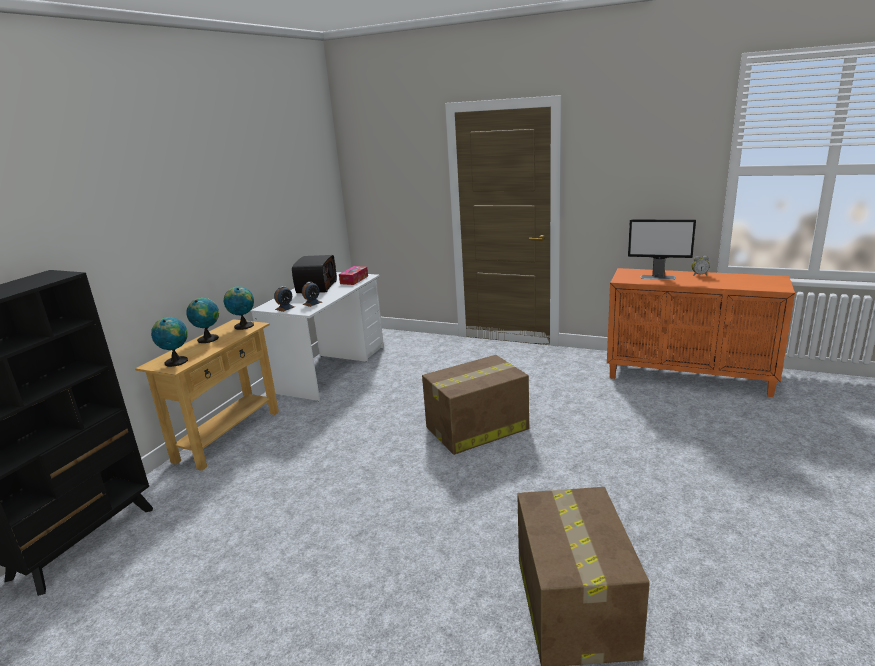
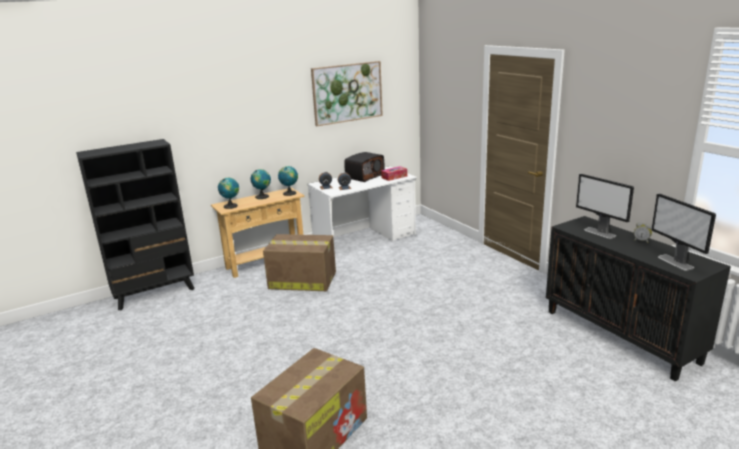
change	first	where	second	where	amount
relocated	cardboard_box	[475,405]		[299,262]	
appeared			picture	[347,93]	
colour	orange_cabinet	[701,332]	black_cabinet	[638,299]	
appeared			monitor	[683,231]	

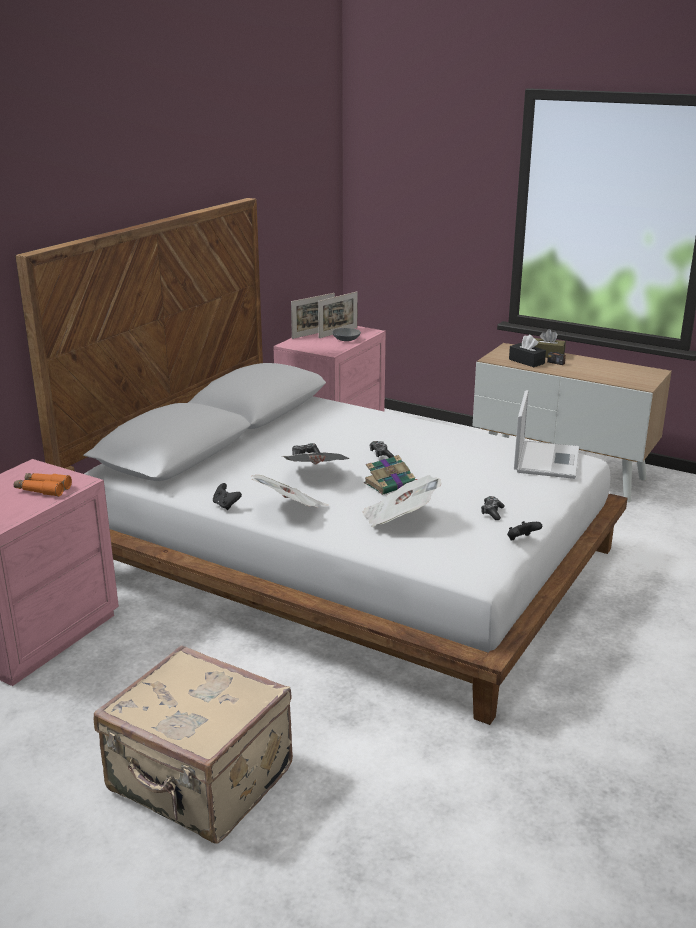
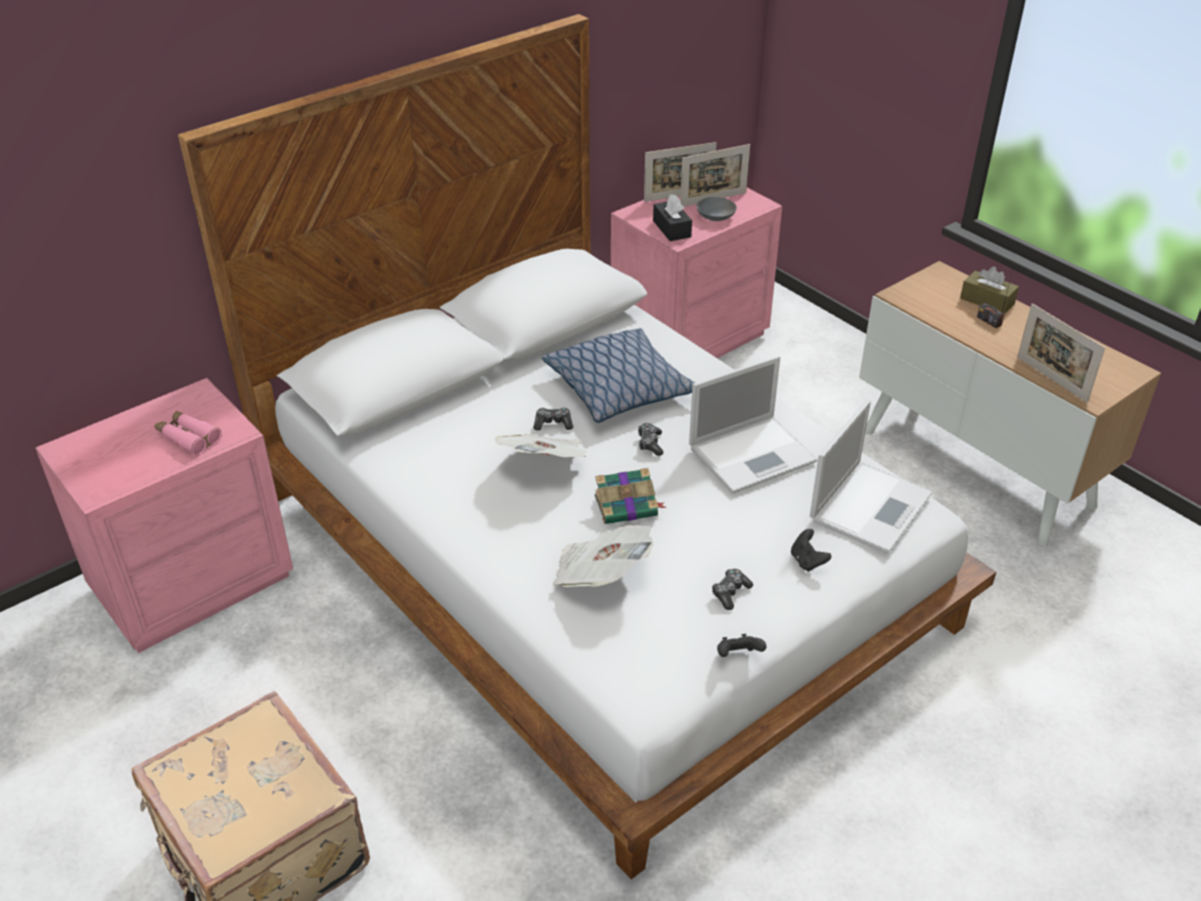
change	first	where	second	where	amount
colour	orange_binoculars	[43,485]	pink_binoculars	[188,433]	
appeared			pillow	[618,375]	
relocated	black_tissue_box	[527,351]		[672,217]	
appeared			laptop	[753,425]	
relocated	black_game_controller	[227,496]		[811,550]	
appeared			picture_frame	[1061,352]	
missing	newspaper	[290,491]			

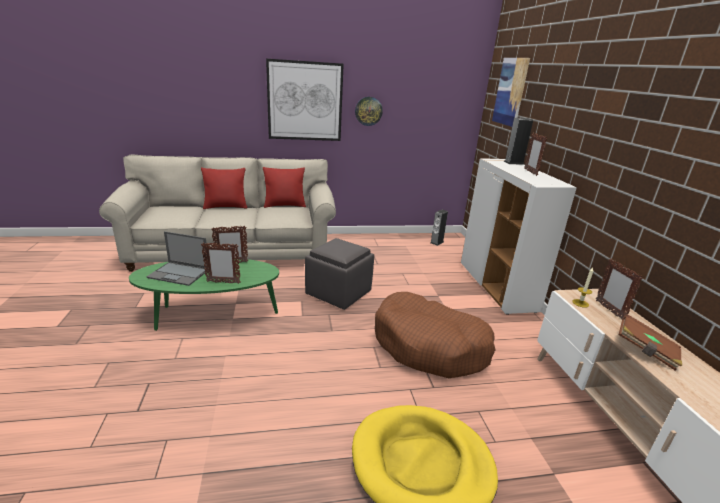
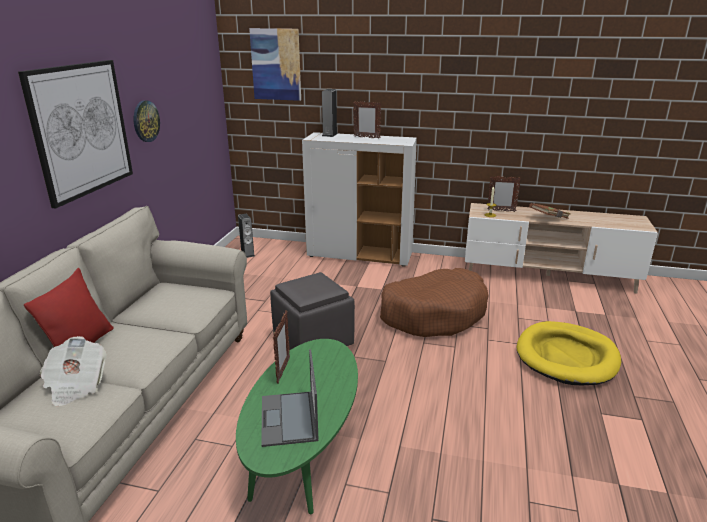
change	first	where	second	where	amount
appeared			newspaper	[73,371]	
spun	laptop	[177,258]		[289,398]	135 degrees clockwise
missing	picture_frame	[221,263]			
missing	red_pillow	[284,187]			

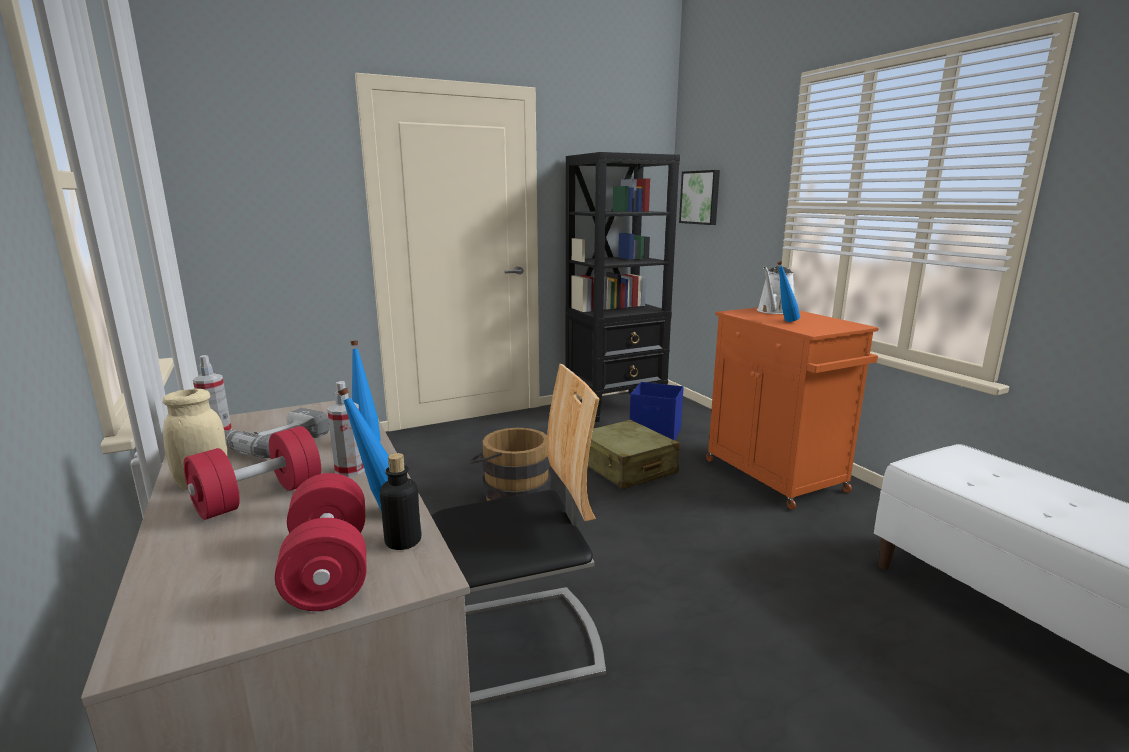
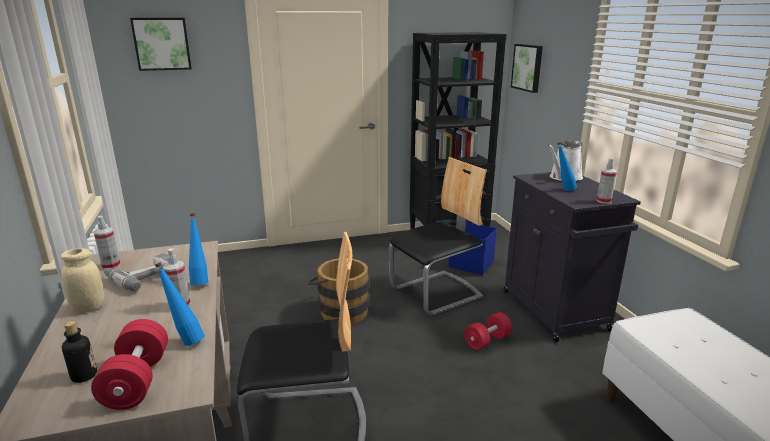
change	first	where	second	where	amount
relocated	bottle	[400,501]		[79,352]	
appeared			picture	[161,44]	
exchanged	beige_suitcase	[634,454]	chair	[438,236]	
relocated	red_dumbbell	[252,473]		[488,331]	
colour	orange_cabinet	[792,408]	black_cabinet	[572,257]	
appeared			spray_bottle	[607,181]	

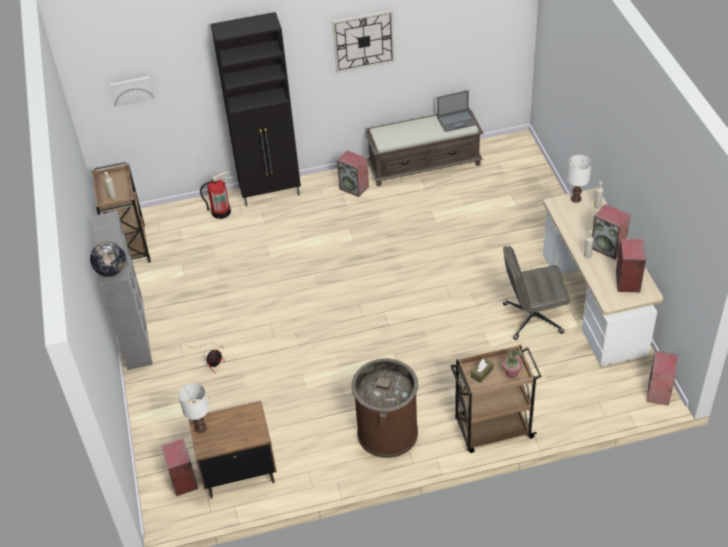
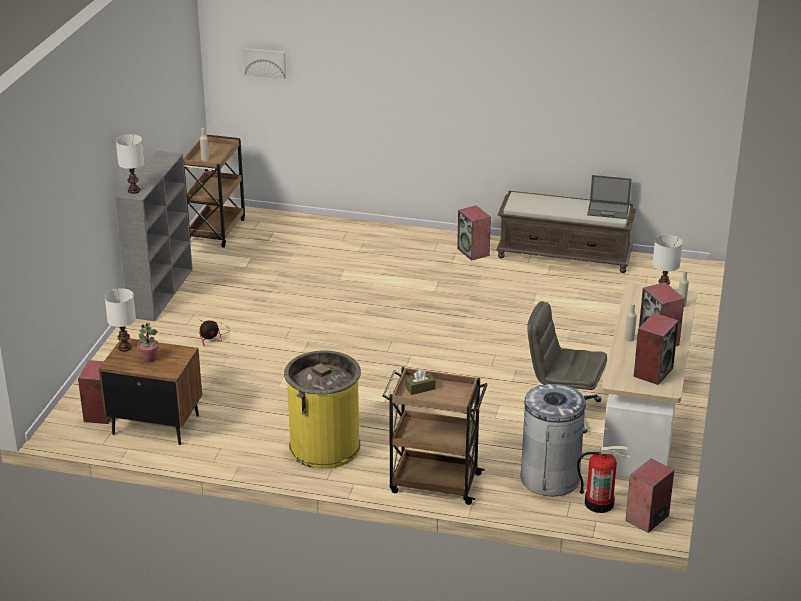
change	first	where	second	where	amount
exchanged	globe	[108,259]	white_table_lamp	[130,164]	
relocated	potted_plant	[512,362]		[148,342]	
colour	brown_trash_can	[384,408]	yellow_trash_can	[322,409]	
appeared			grey_trash_can	[553,440]	
relocated	fire_extinguisher	[216,195]		[603,479]	
missing	black_cabinet	[256,109]			
missing	wall_clock	[363,41]			

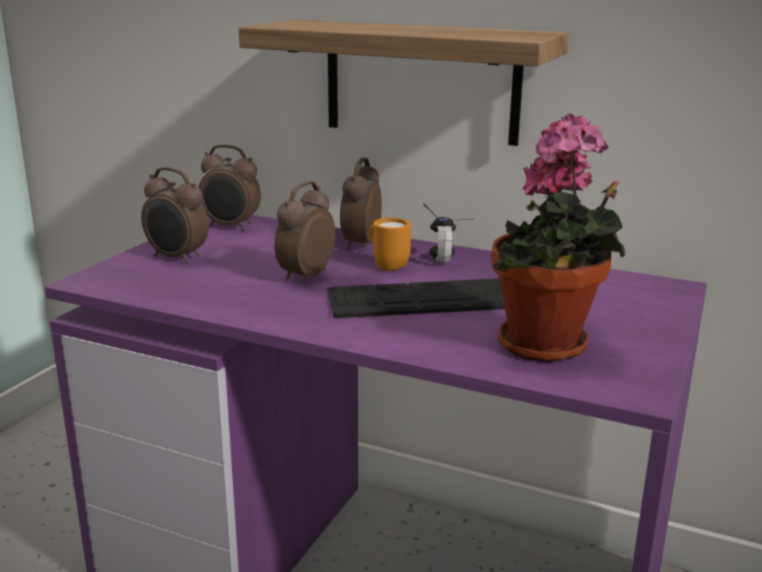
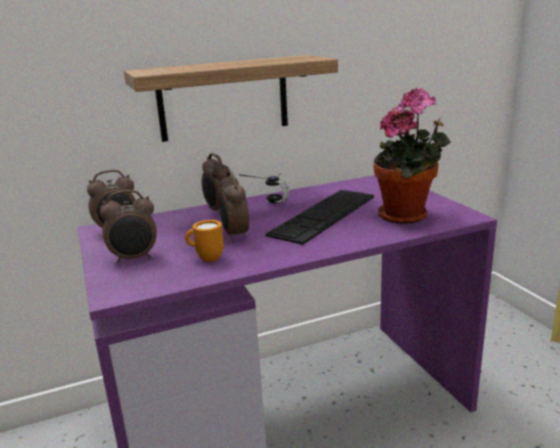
change	first	where	second	where	amount
relocated	orange_mug	[390,244]		[204,241]	

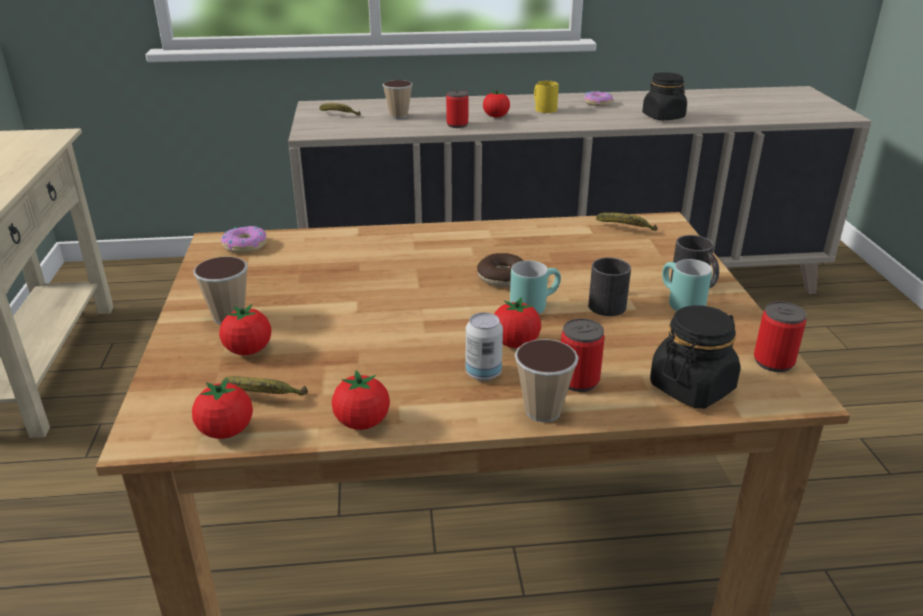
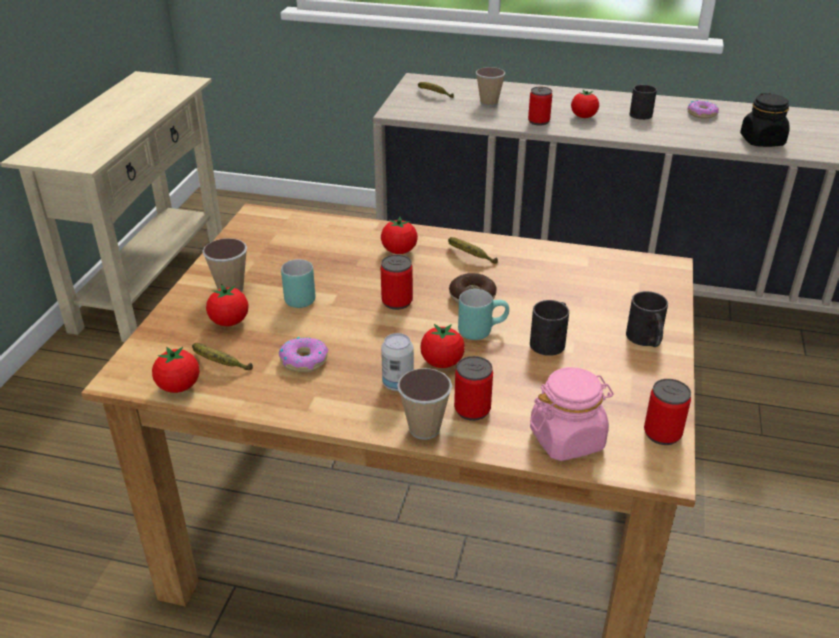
change	first	where	second	where	amount
relocated	donut	[244,239]		[303,354]	
relocated	turquoise_mug	[687,285]		[298,283]	
relocated	tomato	[361,400]		[399,235]	
appeared			can	[397,282]	
relocated	banana	[626,222]		[473,250]	
colour	black_jar	[695,356]	pink_jar	[572,414]	
colour	yellow_mug	[546,96]	black_mug	[643,102]	

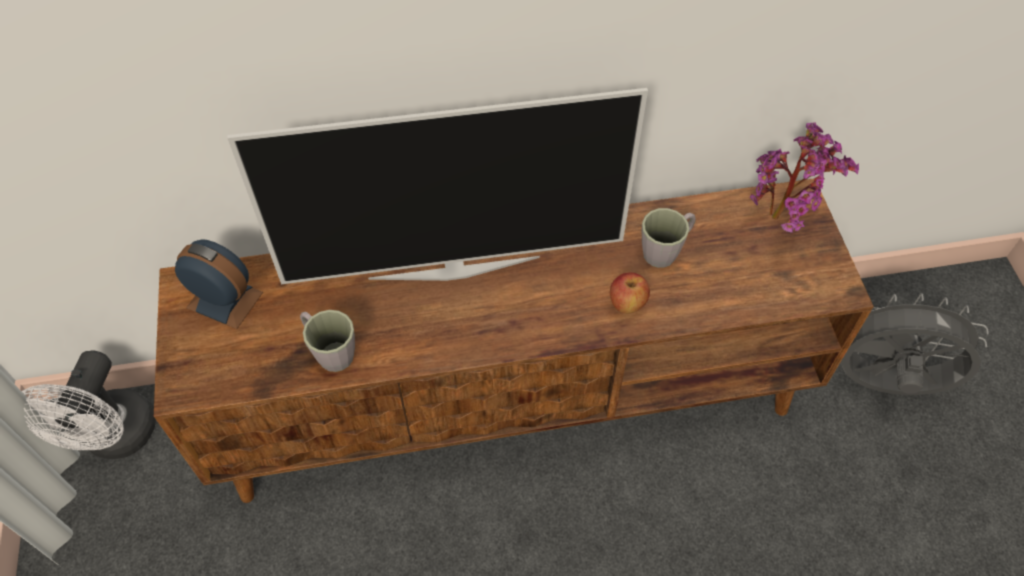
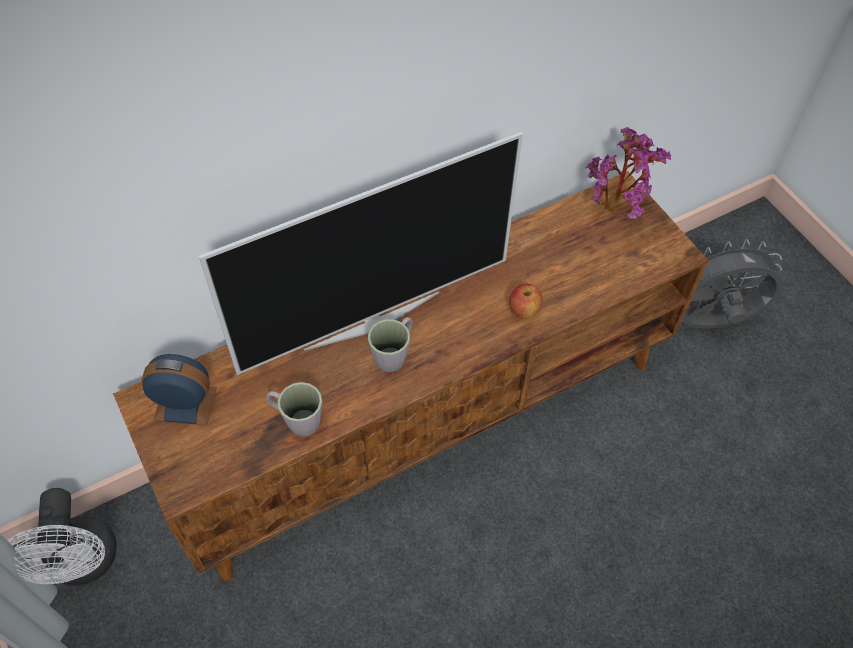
change	first	where	second	where	amount
relocated	grey_mug	[669,238]		[390,344]	

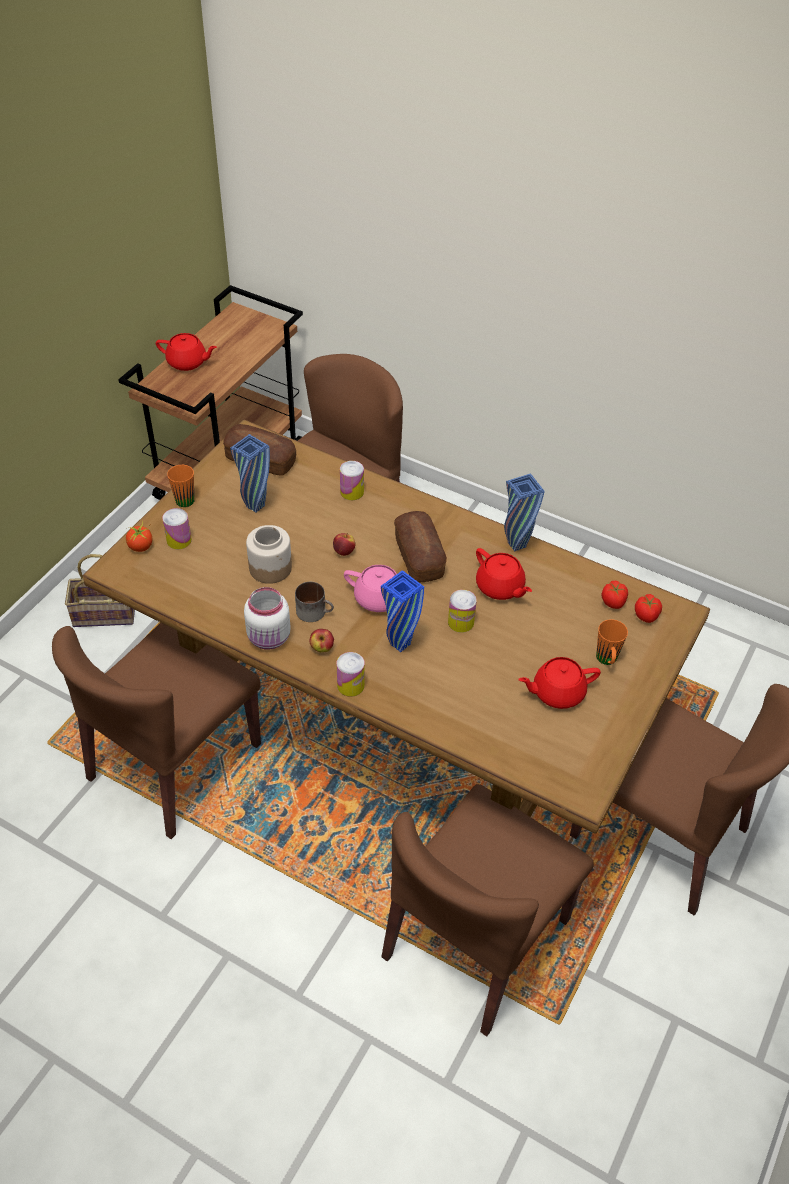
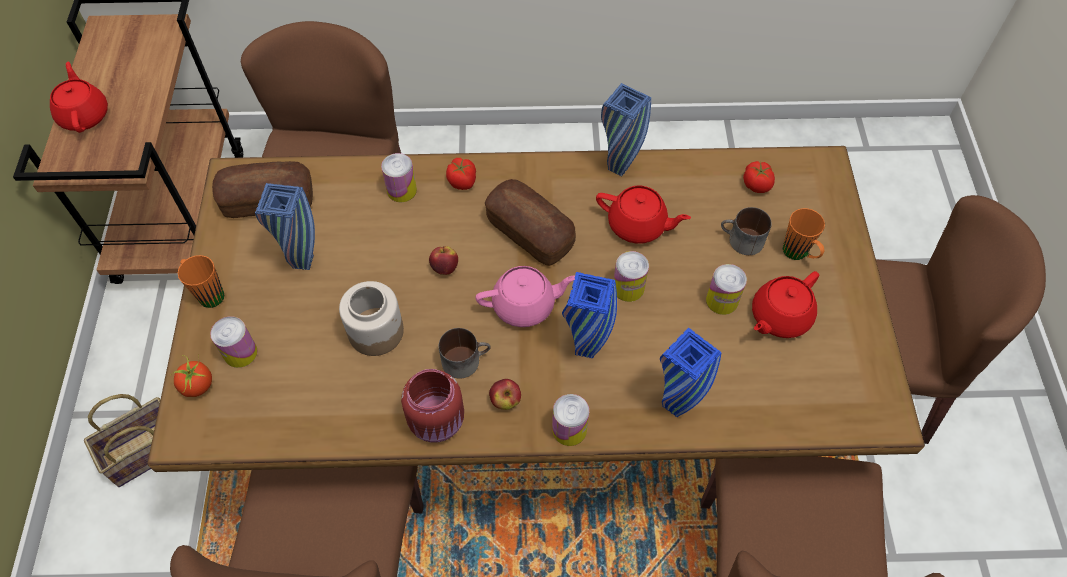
change	first	where	second	where	amount
spun	red_teapot	[186,352]		[79,97]	90 degrees counterclockwise
colour	white_jar	[267,618]	red_jar	[432,406]	
relocated	tomato	[648,608]		[461,174]	
appeared			blue_vase	[691,372]	
appeared			can	[726,289]	
appeared			mug	[746,231]	

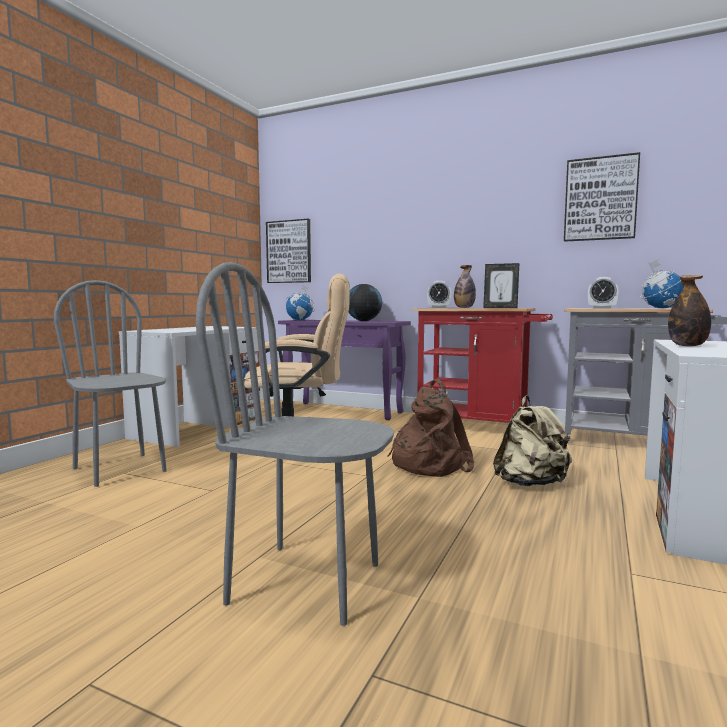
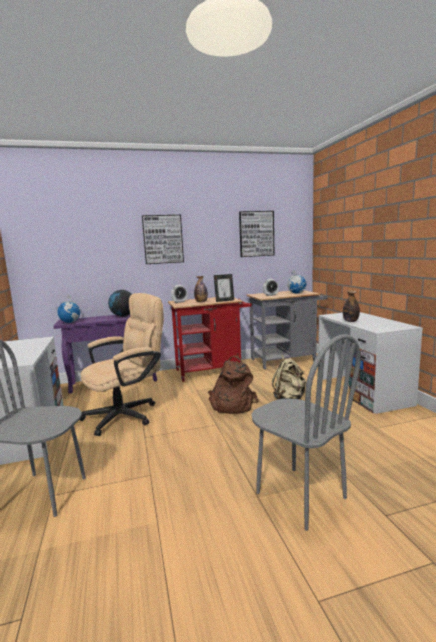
change	first	where	second	where	amount
relocated	picture	[288,251]		[163,239]	
spun	grey_chair	[295,444]		[306,432]	105 degrees counterclockwise

